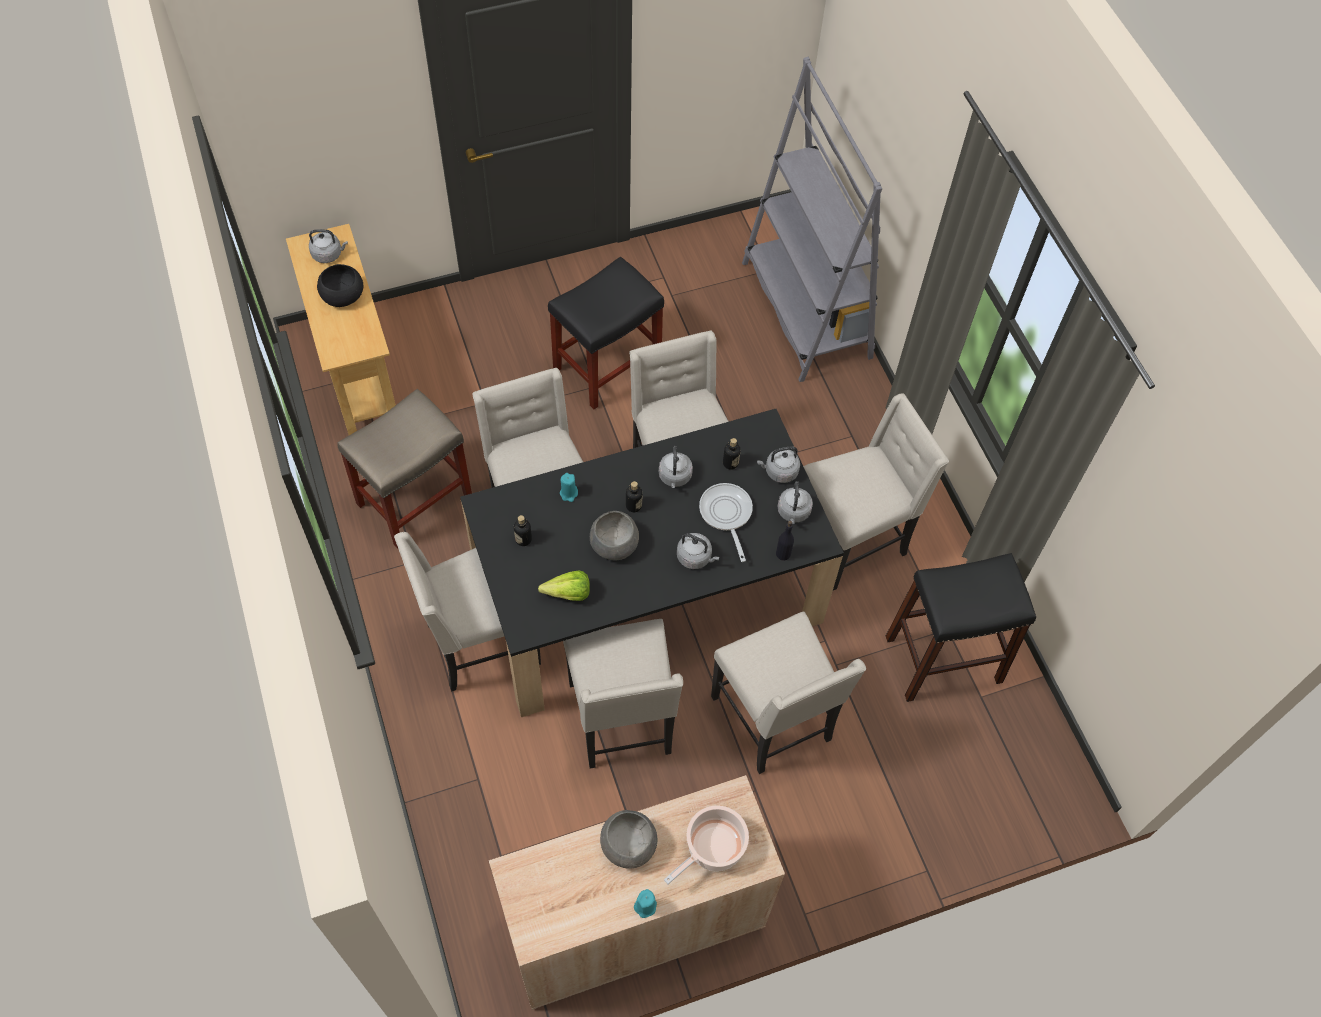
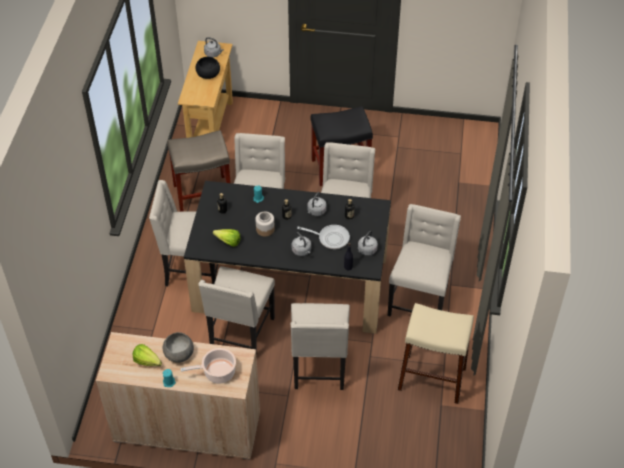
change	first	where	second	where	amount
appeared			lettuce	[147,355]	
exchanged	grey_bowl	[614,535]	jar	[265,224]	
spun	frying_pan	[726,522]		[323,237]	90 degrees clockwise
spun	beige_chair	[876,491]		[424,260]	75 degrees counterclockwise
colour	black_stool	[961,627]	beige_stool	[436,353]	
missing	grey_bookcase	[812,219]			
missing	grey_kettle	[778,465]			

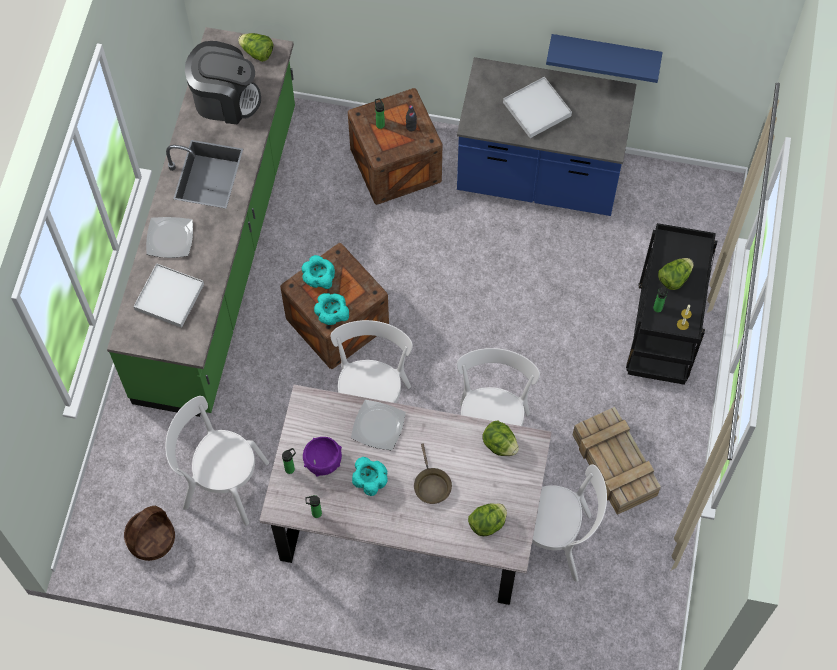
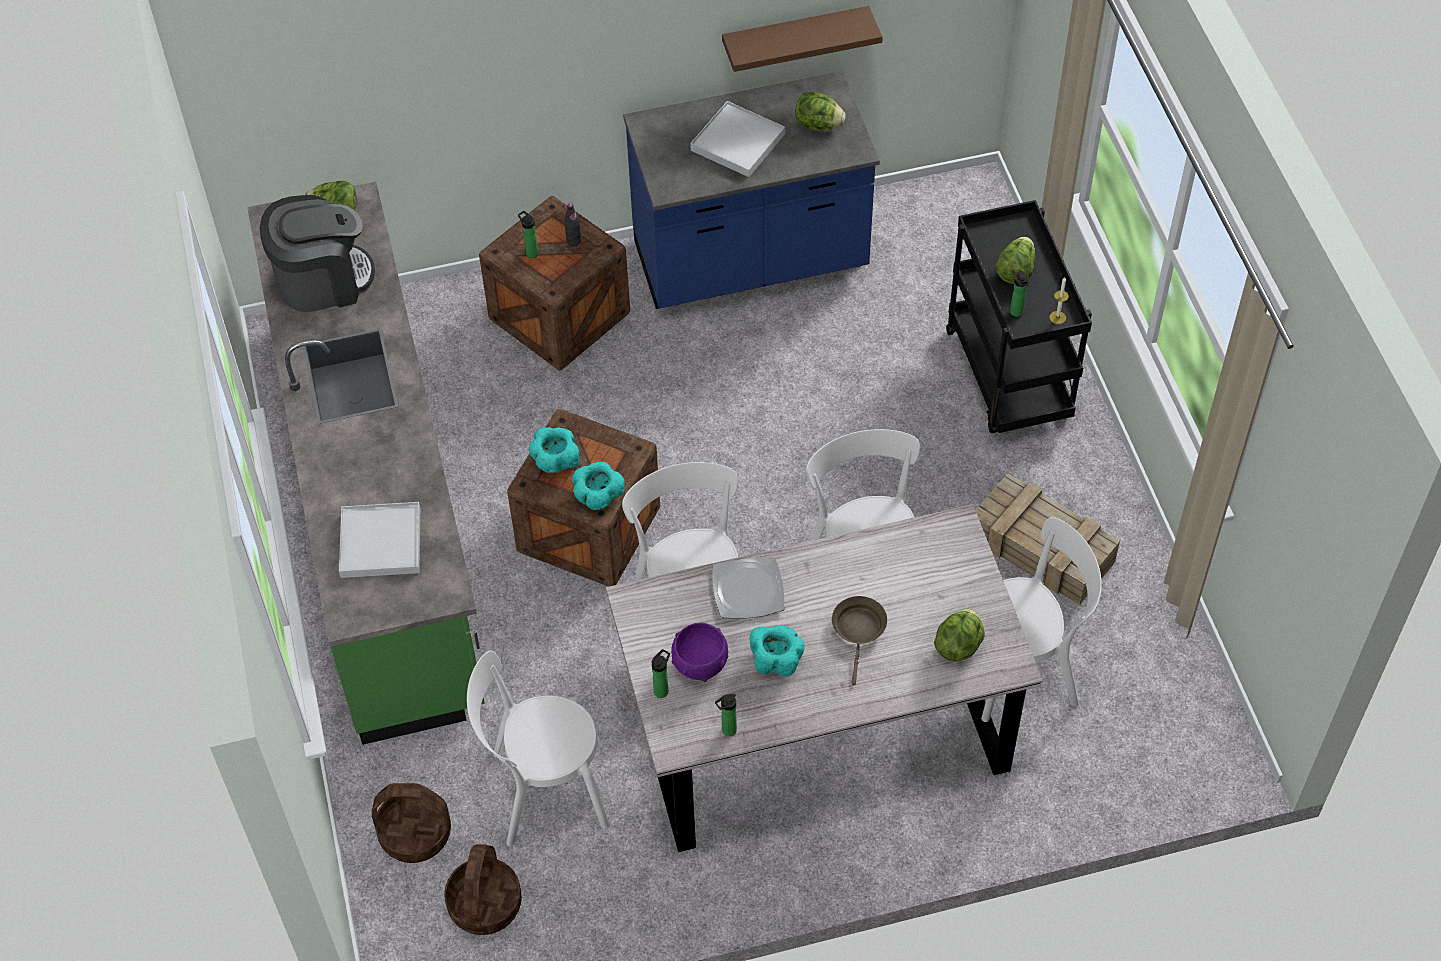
change	first	where	second	where	amount
appeared			basket	[411,823]	
colour	blue_shelf	[604,58]	brown_shelf	[802,39]	
relocated	lettuce	[500,438]		[820,112]	
spun	brown_frying_pan	[433,473]		[859,640]	135 degrees counterclockwise
missing	plate	[169,237]			

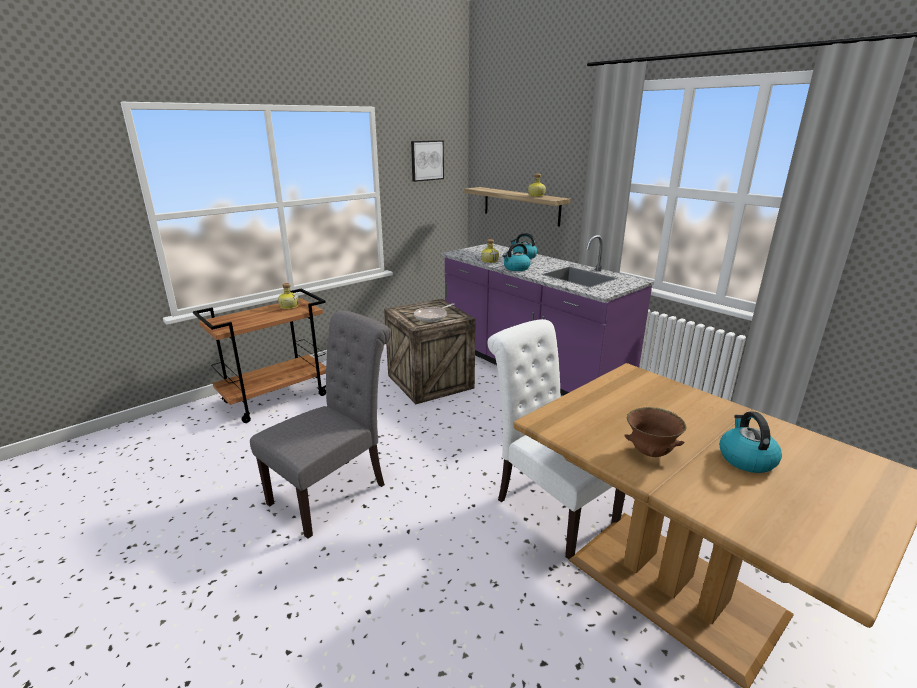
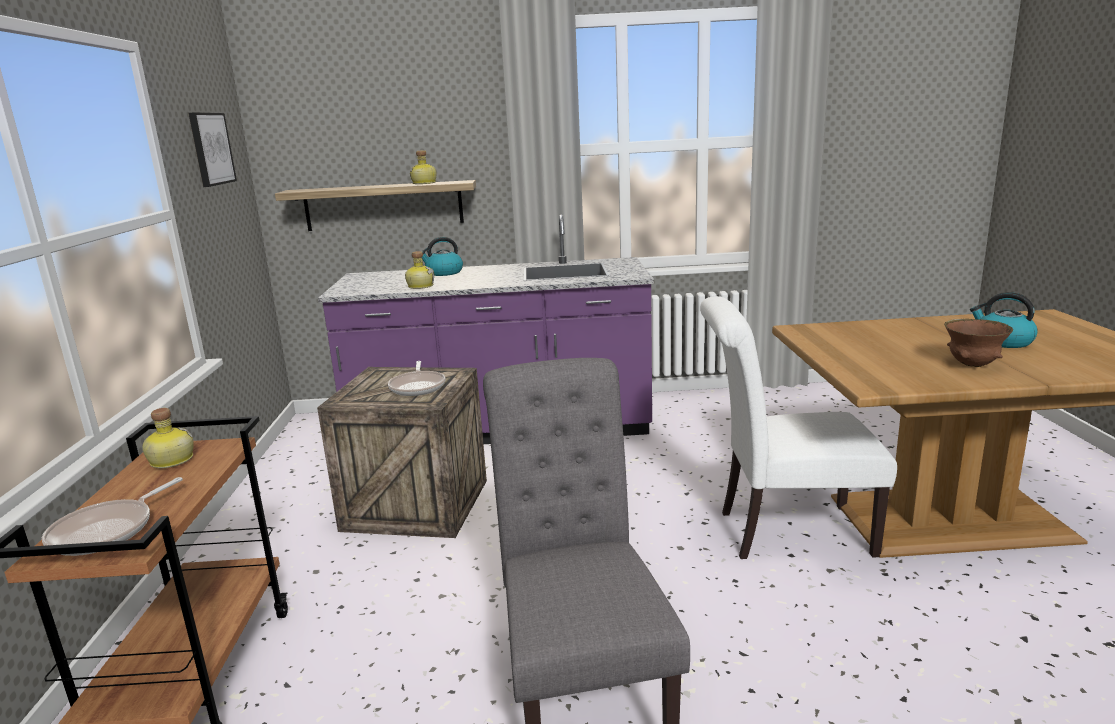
change	first	where	second	where	amount
appeared			frying_pan	[112,516]	
missing	kettle	[517,257]			

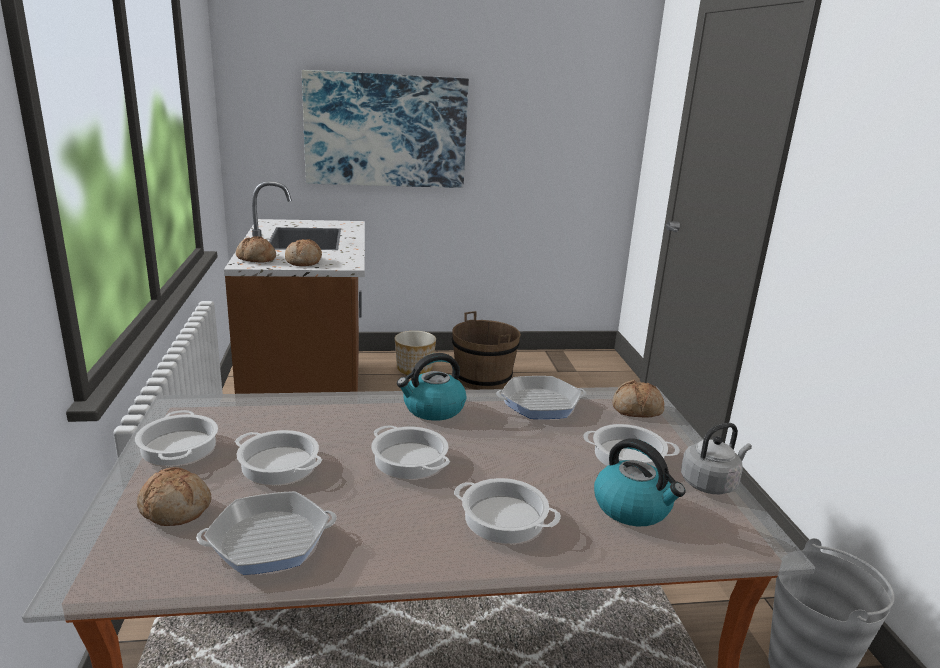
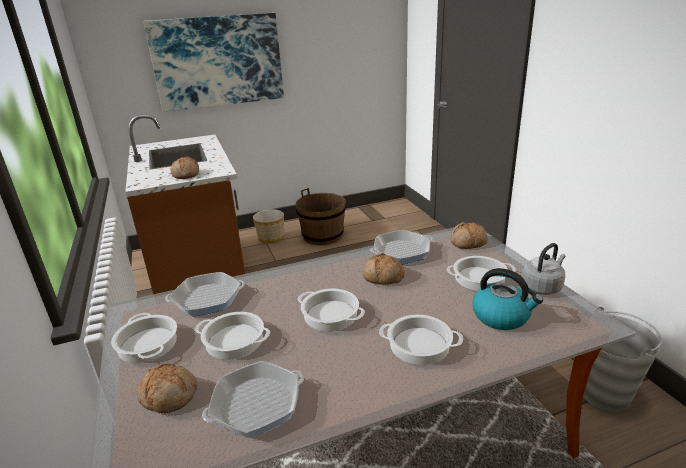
change	first	where	second	where	amount
appeared			frying_pan	[205,294]	
relocated	bread	[256,249]		[384,269]	
missing	kettle	[431,387]			

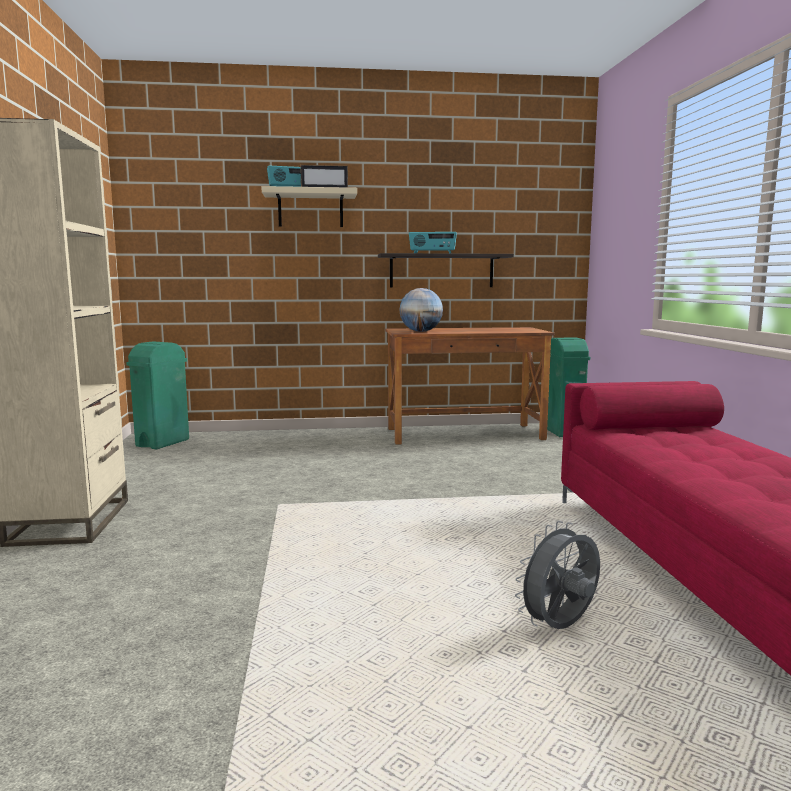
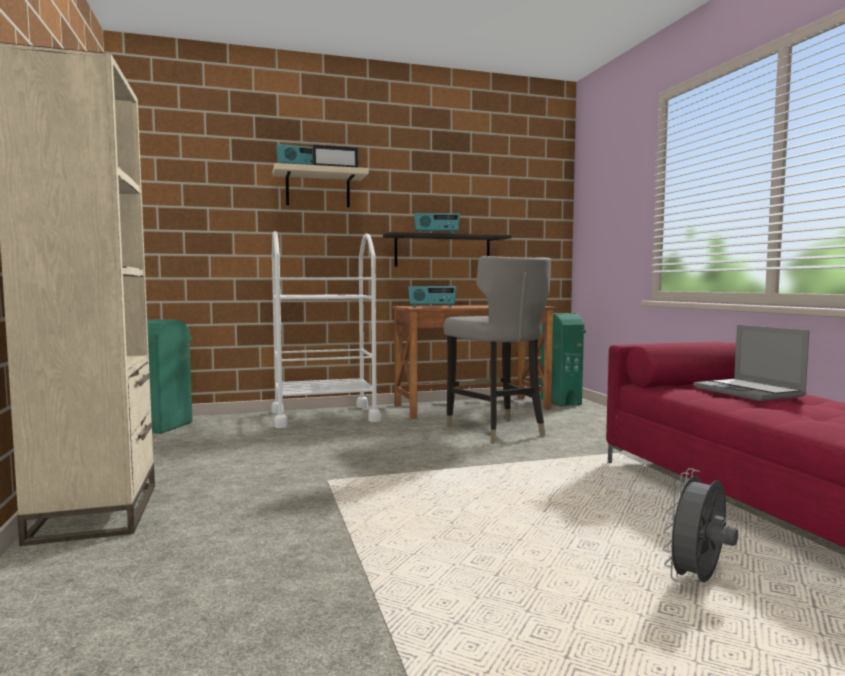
change	first	where	second	where	amount
appeared			white_cart	[325,329]	
exchanged	globe	[421,310]	radio	[432,297]	
appeared			grey_stool	[497,349]	
appeared			laptop	[751,363]	

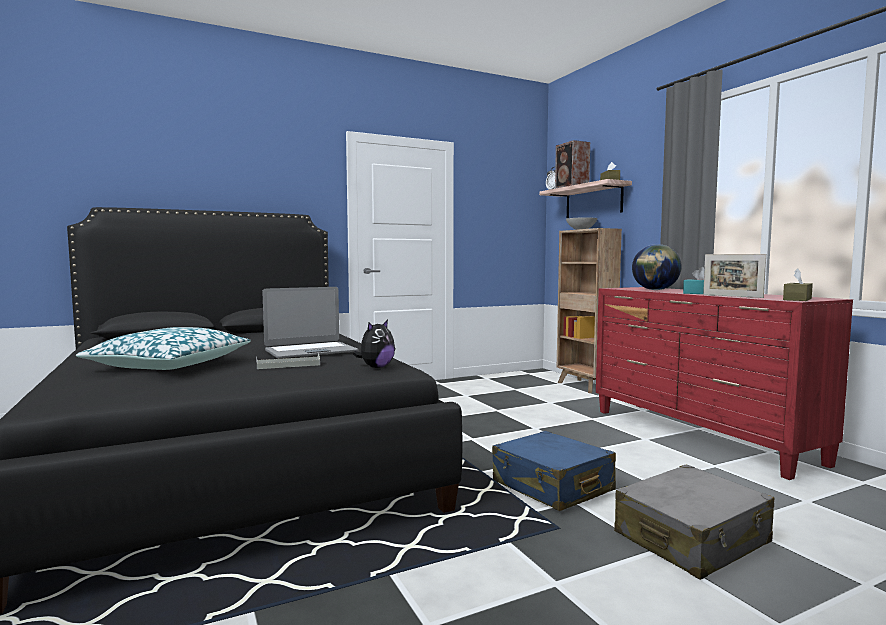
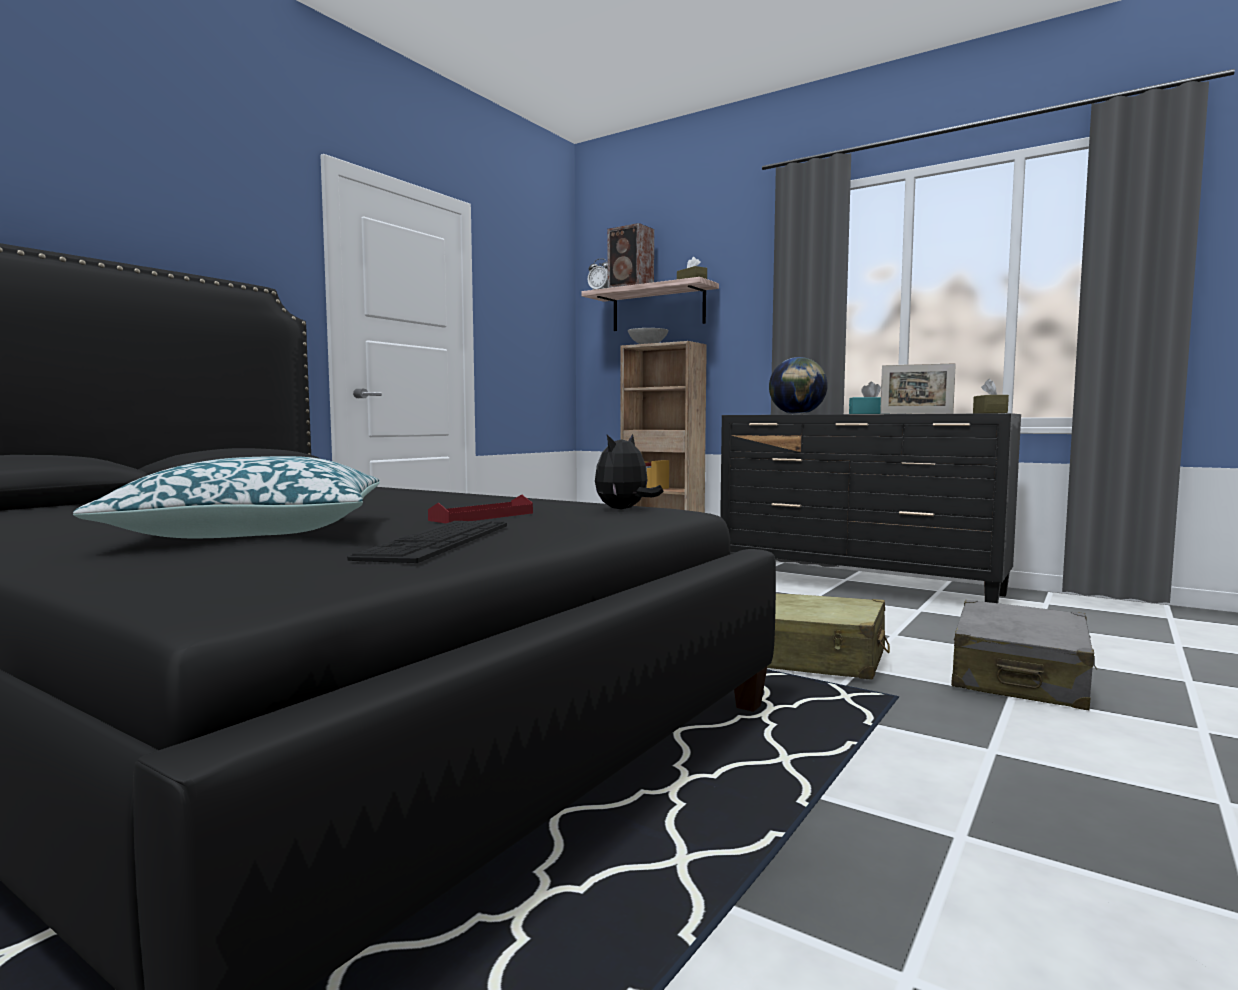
change	first	where	second	where	amount
appeared			keyboard	[427,542]	
colour	grey_tray	[288,361]	red_tray	[480,508]	
spun	plush_toy	[374,343]		[629,471]	150 degrees counterclockwise
colour	red_dresser	[724,383]	black_dresser	[870,508]	
colour	blue_suitcase	[554,471]	beige_suitcase	[828,636]	
missing	laptop	[310,322]			

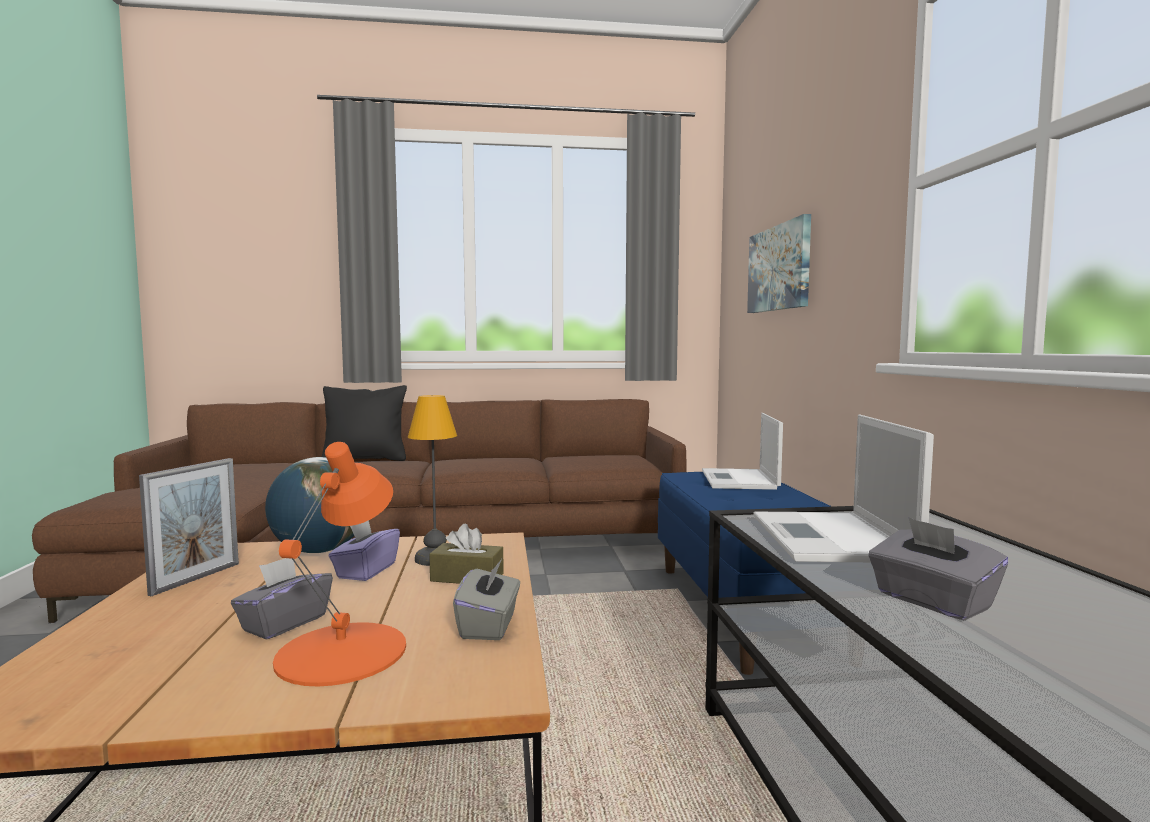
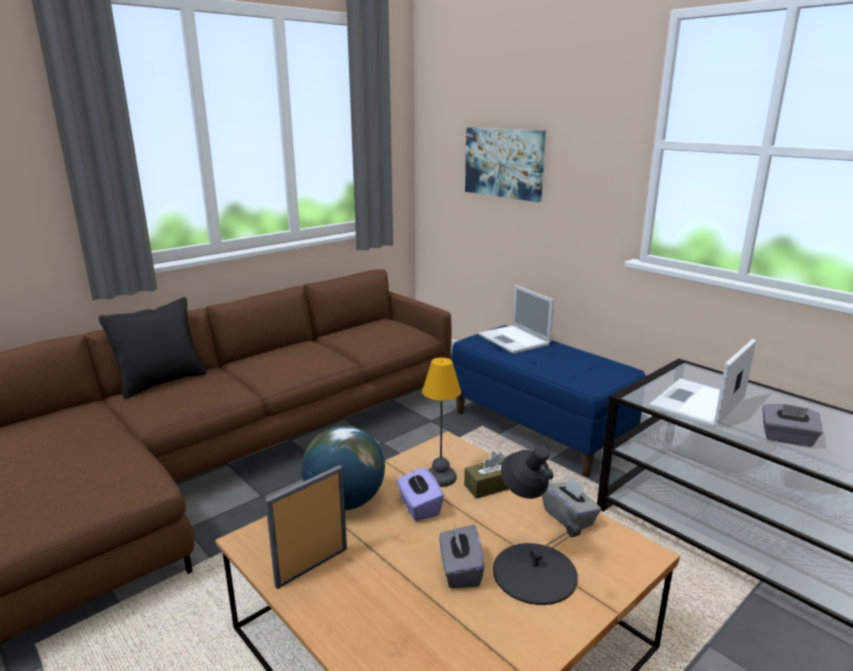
change	first	where	second	where	amount
spun	picture_frame	[189,527]		[306,527]	120 degrees counterclockwise
colour	orange_table_lamp	[339,564]	black_table_lamp	[537,525]	
spun	laptop	[843,488]		[702,383]	75 degrees clockwise

